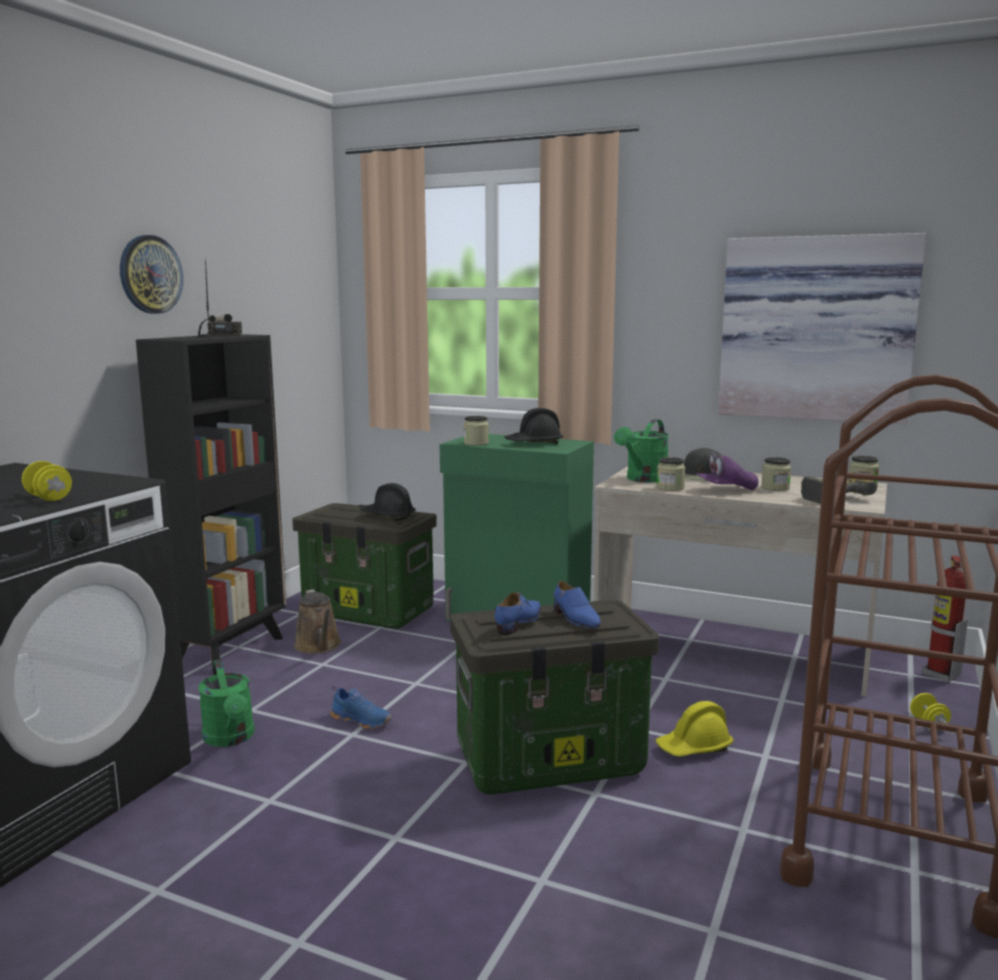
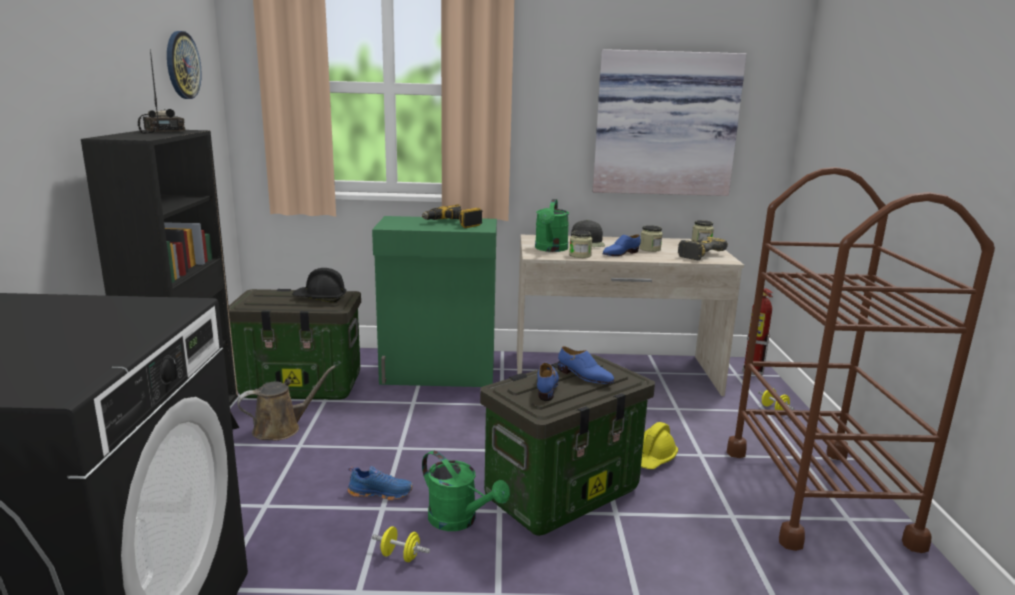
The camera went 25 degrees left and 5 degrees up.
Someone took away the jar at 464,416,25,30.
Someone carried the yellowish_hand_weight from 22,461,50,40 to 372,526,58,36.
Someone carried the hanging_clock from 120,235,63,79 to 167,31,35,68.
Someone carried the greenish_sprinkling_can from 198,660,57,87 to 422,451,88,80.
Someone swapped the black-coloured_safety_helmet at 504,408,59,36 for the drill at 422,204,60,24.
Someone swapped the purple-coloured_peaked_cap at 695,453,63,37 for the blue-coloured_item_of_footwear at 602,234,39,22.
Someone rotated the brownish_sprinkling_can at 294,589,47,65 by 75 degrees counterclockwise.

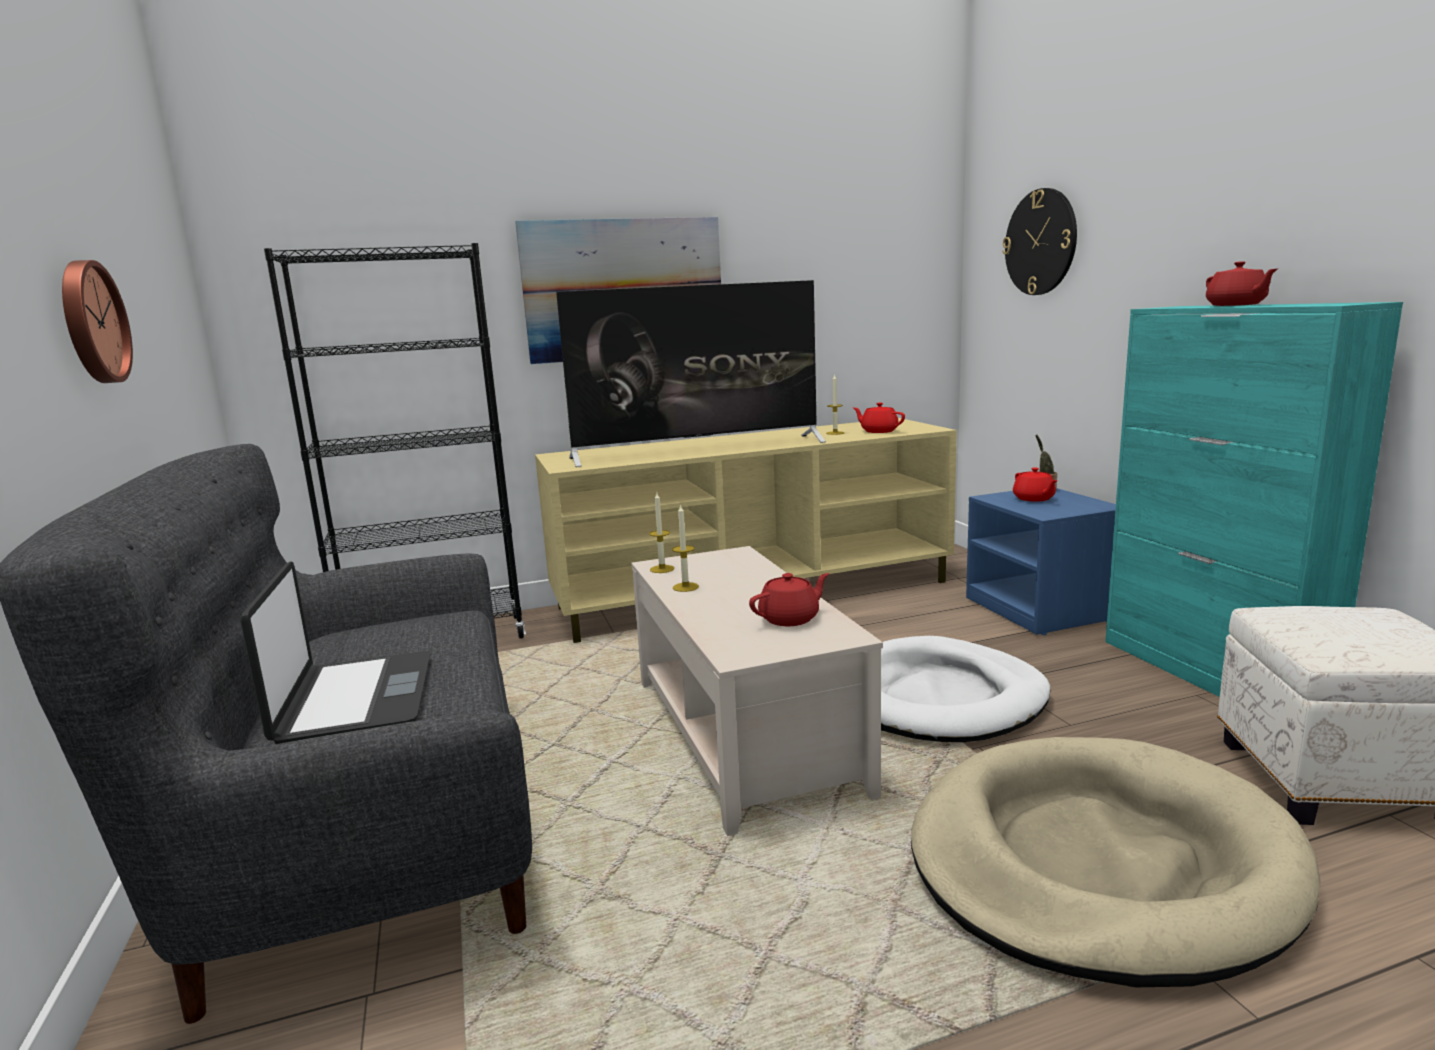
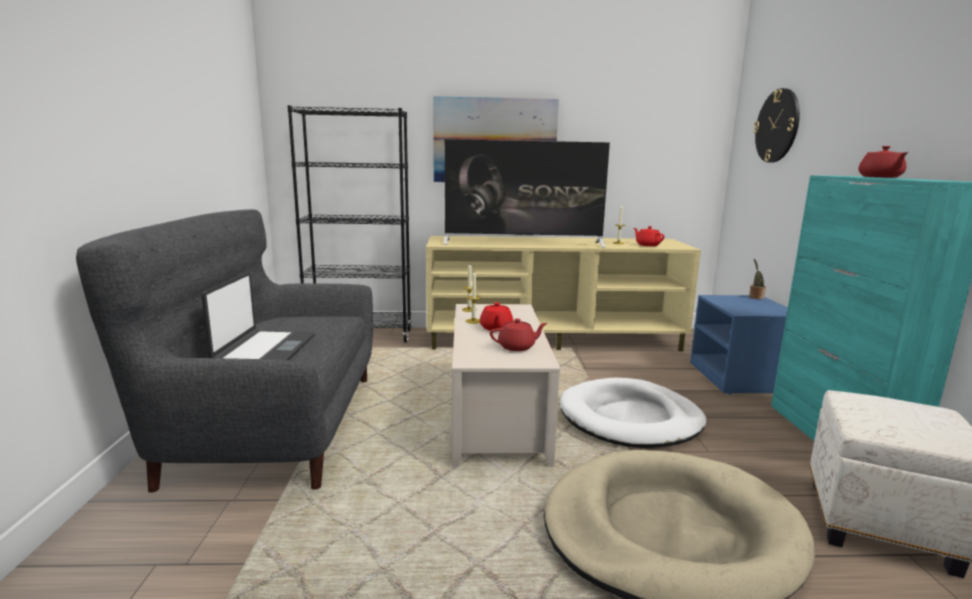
The camera went 15 degrees right and 0 degrees up.
Someone took away the hanging_clock at 62,260,71,123.
Someone carried the red_pot_for_tea from 1013,467,44,34 to 480,302,33,29.

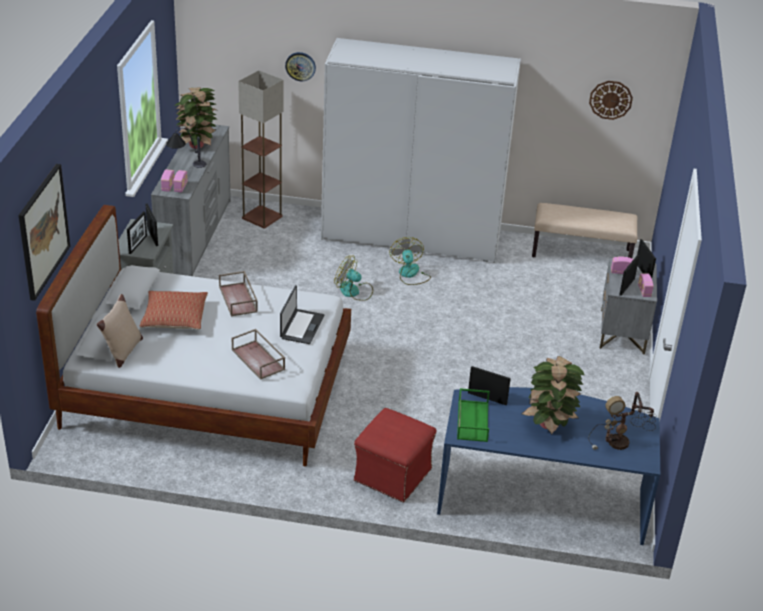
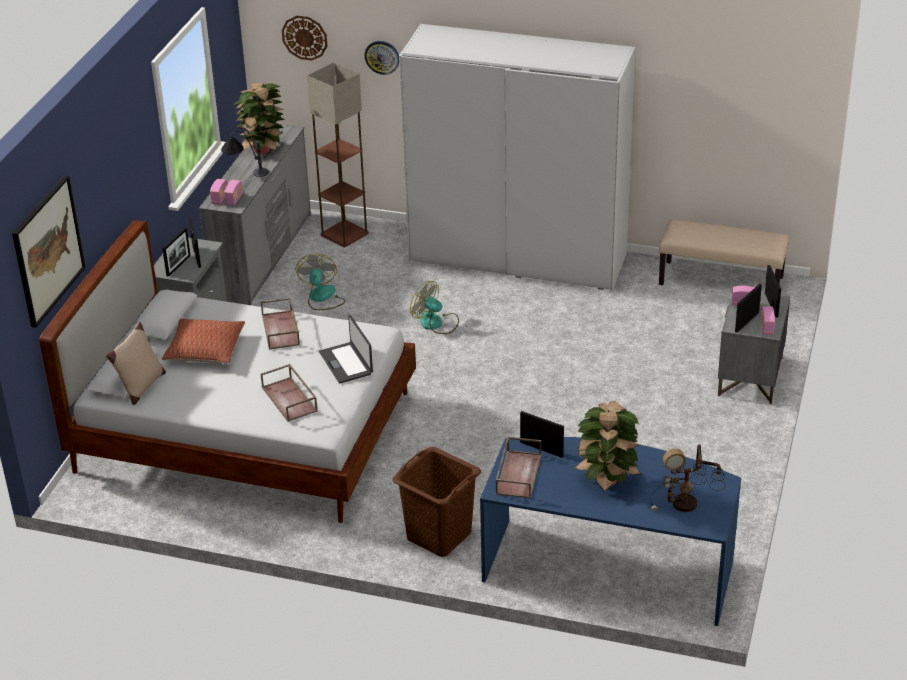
The camera went 10 degrees right and 0 degrees up.
Someone carried the cooling_fan from 389,237,42,48 to 296,253,50,57.
Someone carried the hanging_clock from 589,81,44,39 to 282,16,45,44.
Someone swapped the red_pouffe at 354,408,82,95 for the brownish_hamper at 392,447,89,110.
Someone repainted the greenish_carrying_tray at 457,388,33,54, which became the brownish_carrying_tray at 496,436,45,63.
Someone rotated the portable_computer at 280,285,44,59 by 135 degrees clockwise.

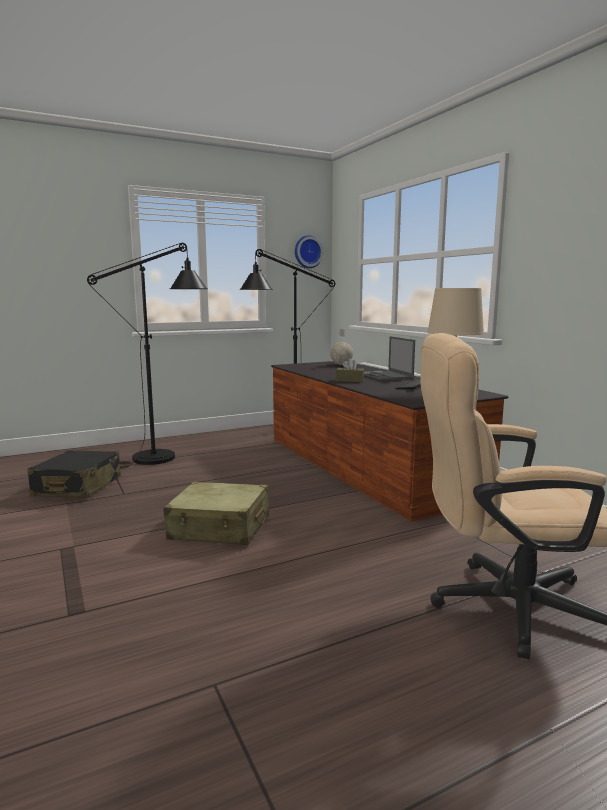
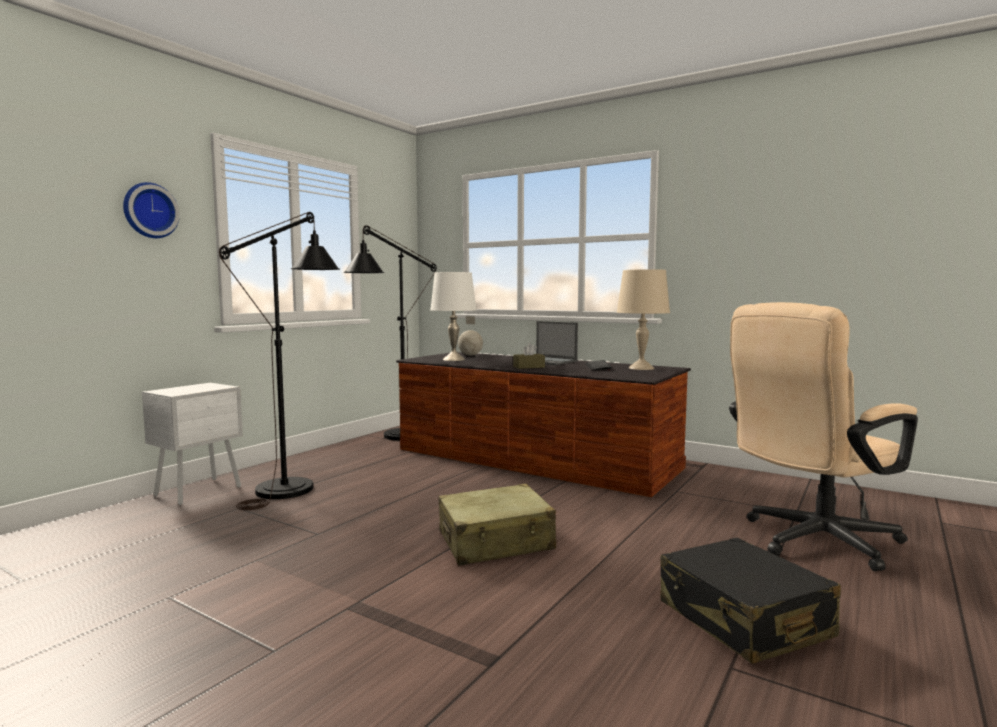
The camera went 30 degrees left and 5 degrees down.
Someone put down the white_night_table at 142,383,101,122.
Someone put down the white_lamp_for_a_table at 430,272,47,89.
Someone carried the black-coloured_travel_case from 28,450,93,48 to 660,538,181,126.
Someone carried the hanging_clock from 295,235,28,33 to 123,182,57,56.

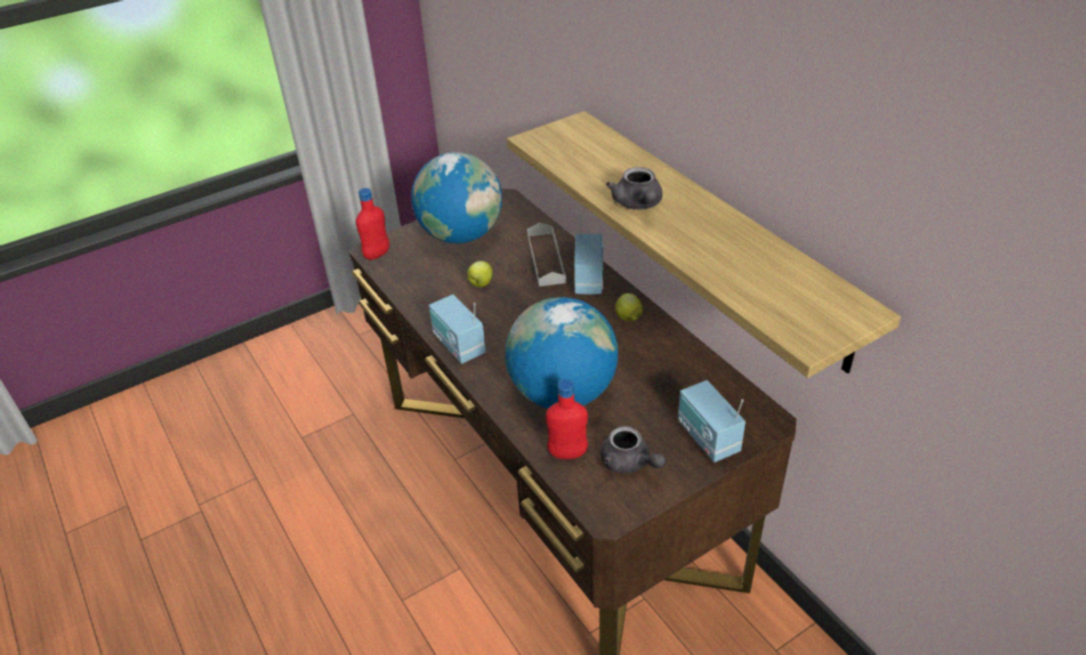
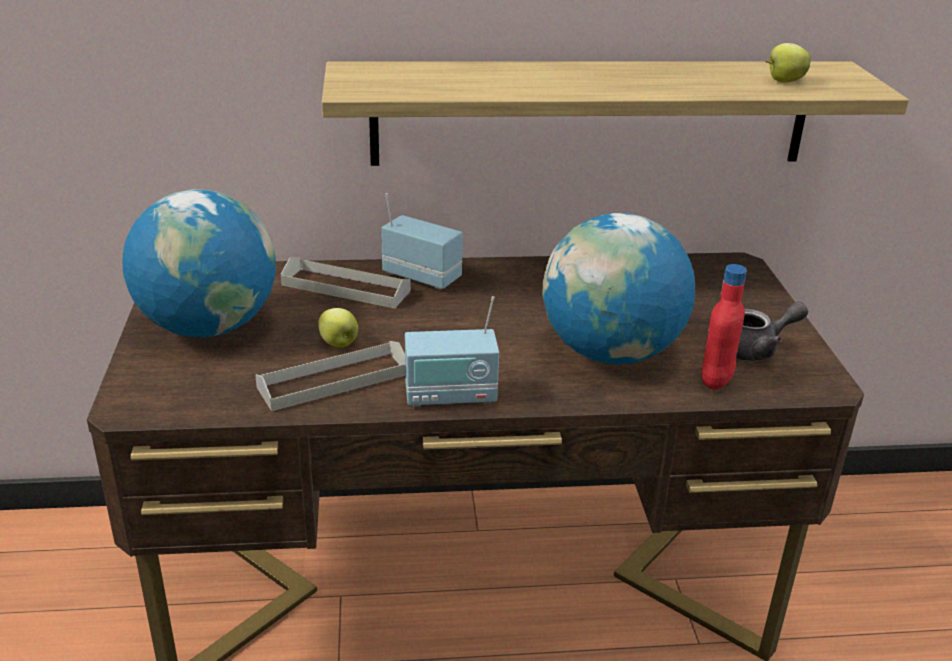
The camera went 65 degrees left and 10 degrees down.
Someone took away the red_bottle at 356,188,34,72.
Someone took away the gray_pot_for_tea at 606,167,57,43.
Someone took away the radio_receiver at 678,380,67,82.
Someone put down the gray_carrying_tray at 255,341,150,70.
Someone carried the whole_apple from 615,293,28,28 to 765,43,46,40.

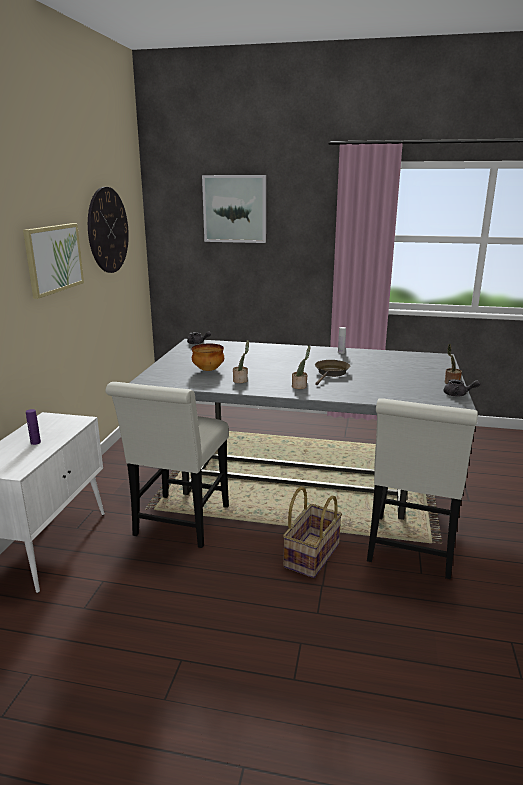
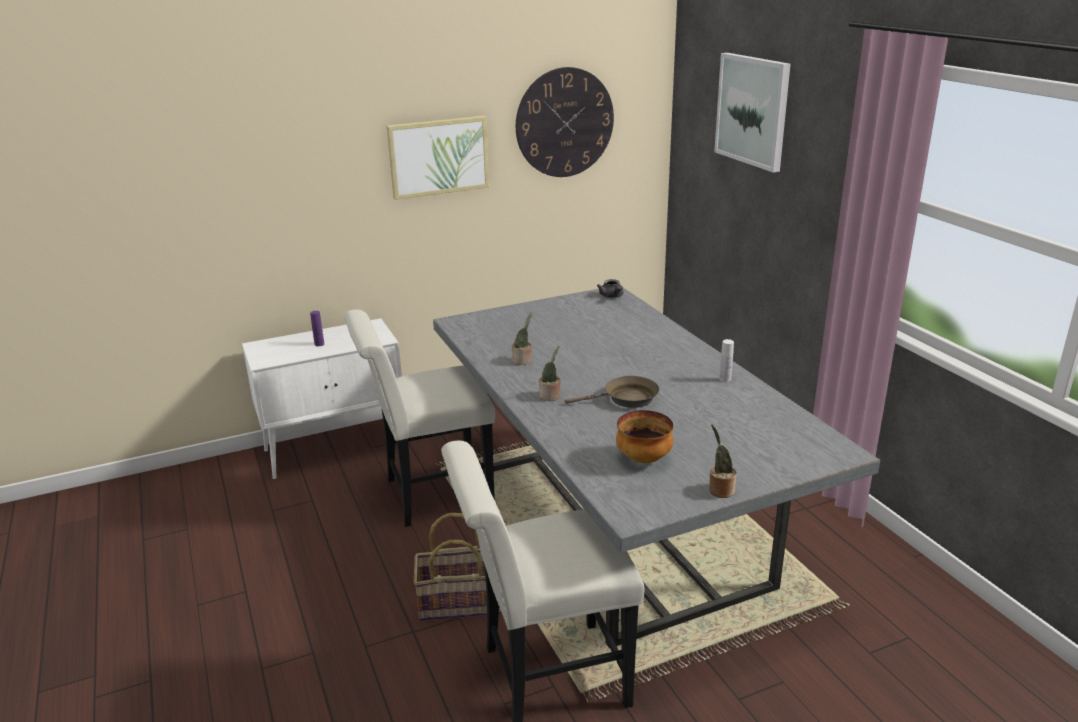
The camera went 55 degrees right and 5 degrees up.
Someone took away the gray_pot_for_tea at 444,379,37,18.
Someone carried the deep_dish from 192,343,32,28 to 616,410,58,53.

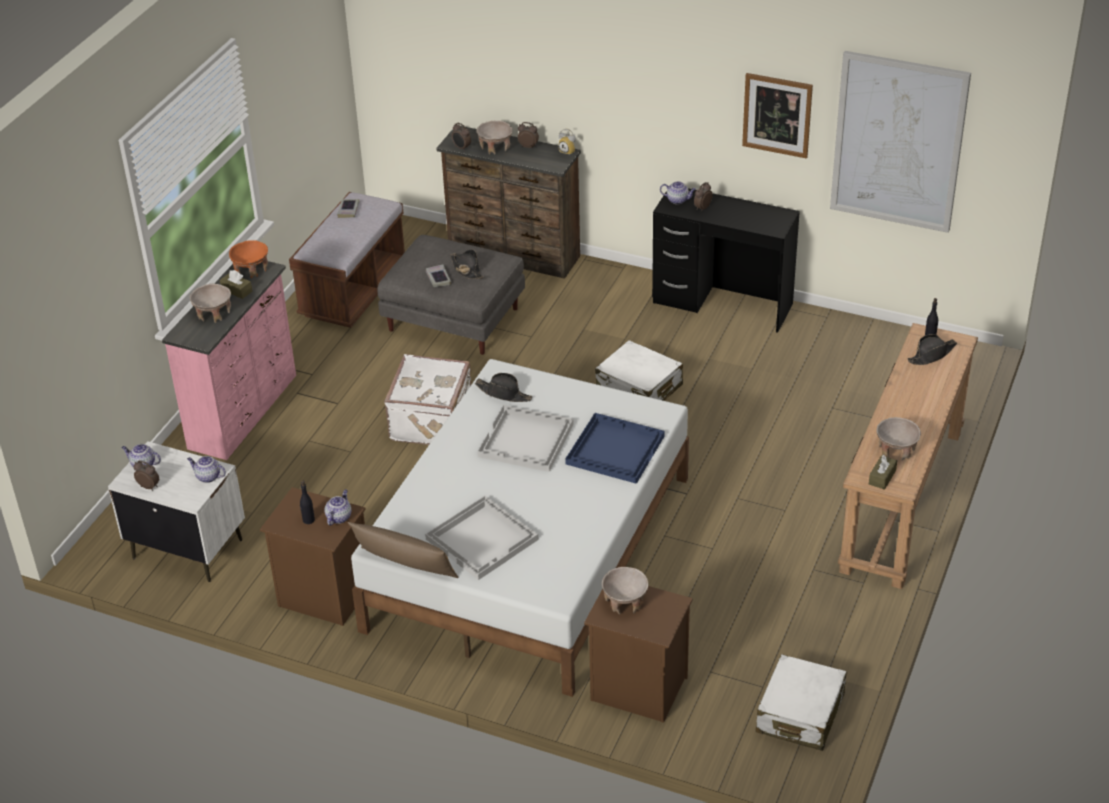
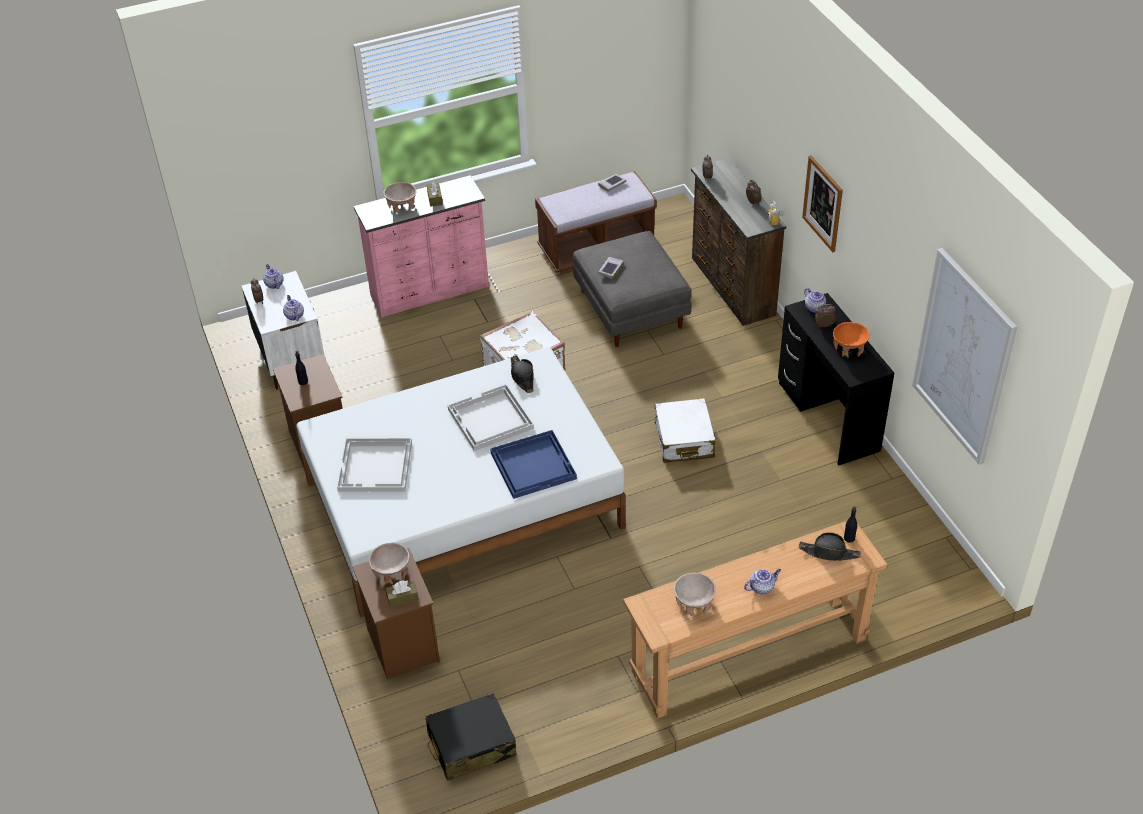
The camera went 45 degrees right and 5 degrees up.
Someone took away the brownish_cushion at 348,522,110,56.
Someone took away the black-coloured_hat at 450,249,34,30.
Someone took away the sand-coloured_deep_dish at 477,121,36,33.
Someone carried the orange-coloured_deep_dish from 229,240,39,38 to 833,322,37,36.
Someone carried the pot_for_tea from 325,489,26,36 to 744,569,37,25.
Someone carried the wall_picture from 742,73,71,85 to 802,155,41,97.
Someone carried the brownish_tissue_holder from 869,455,28,35 to 385,580,34,27.
Someone repainted the white_travel_case at 756,654,90,97, which became the black-coloured_travel_case at 426,693,91,88.

